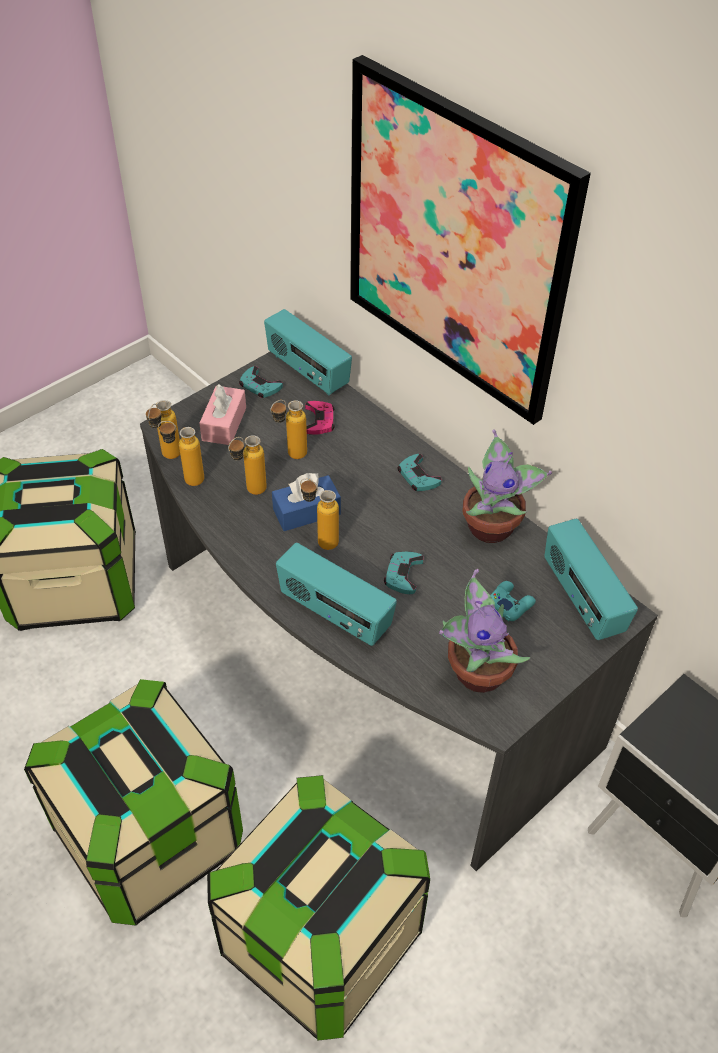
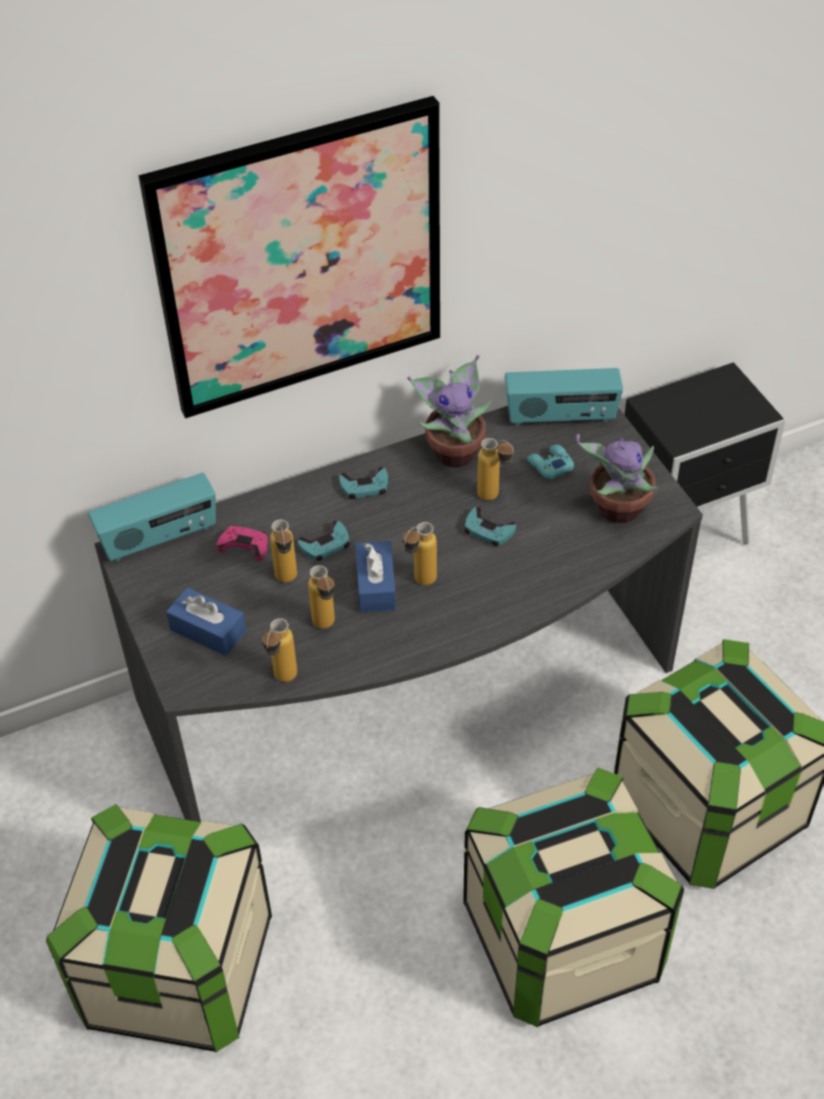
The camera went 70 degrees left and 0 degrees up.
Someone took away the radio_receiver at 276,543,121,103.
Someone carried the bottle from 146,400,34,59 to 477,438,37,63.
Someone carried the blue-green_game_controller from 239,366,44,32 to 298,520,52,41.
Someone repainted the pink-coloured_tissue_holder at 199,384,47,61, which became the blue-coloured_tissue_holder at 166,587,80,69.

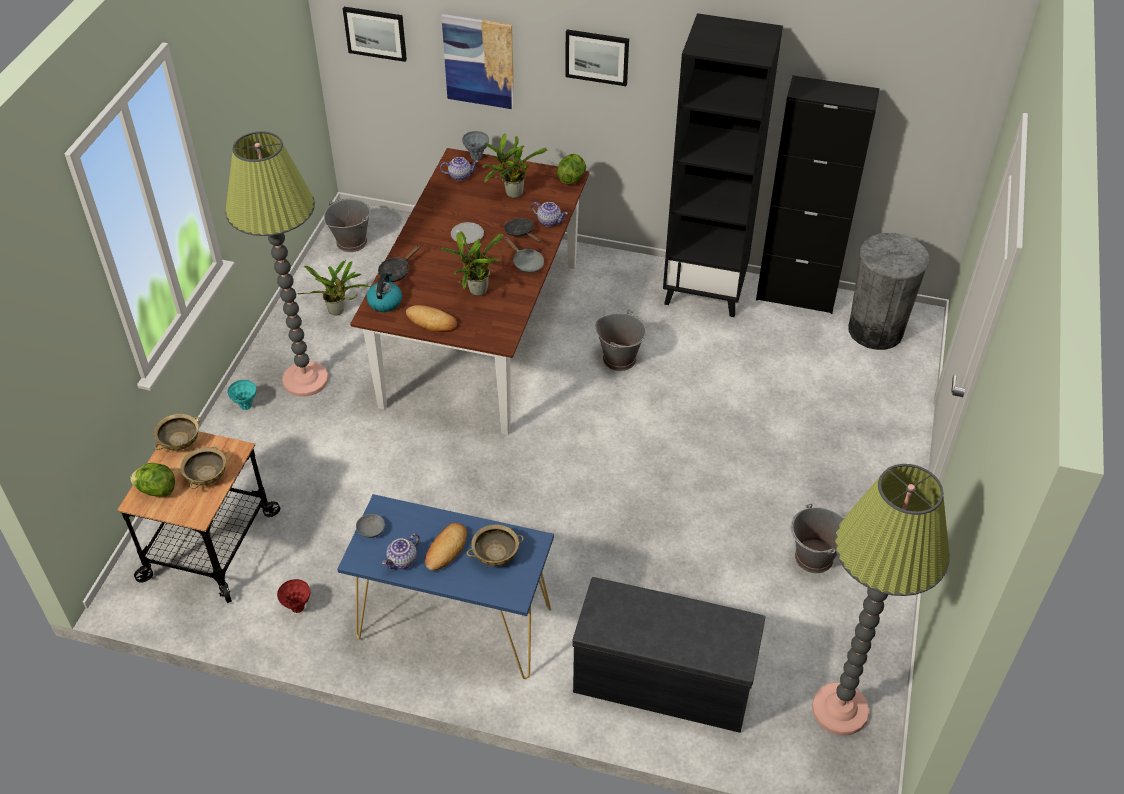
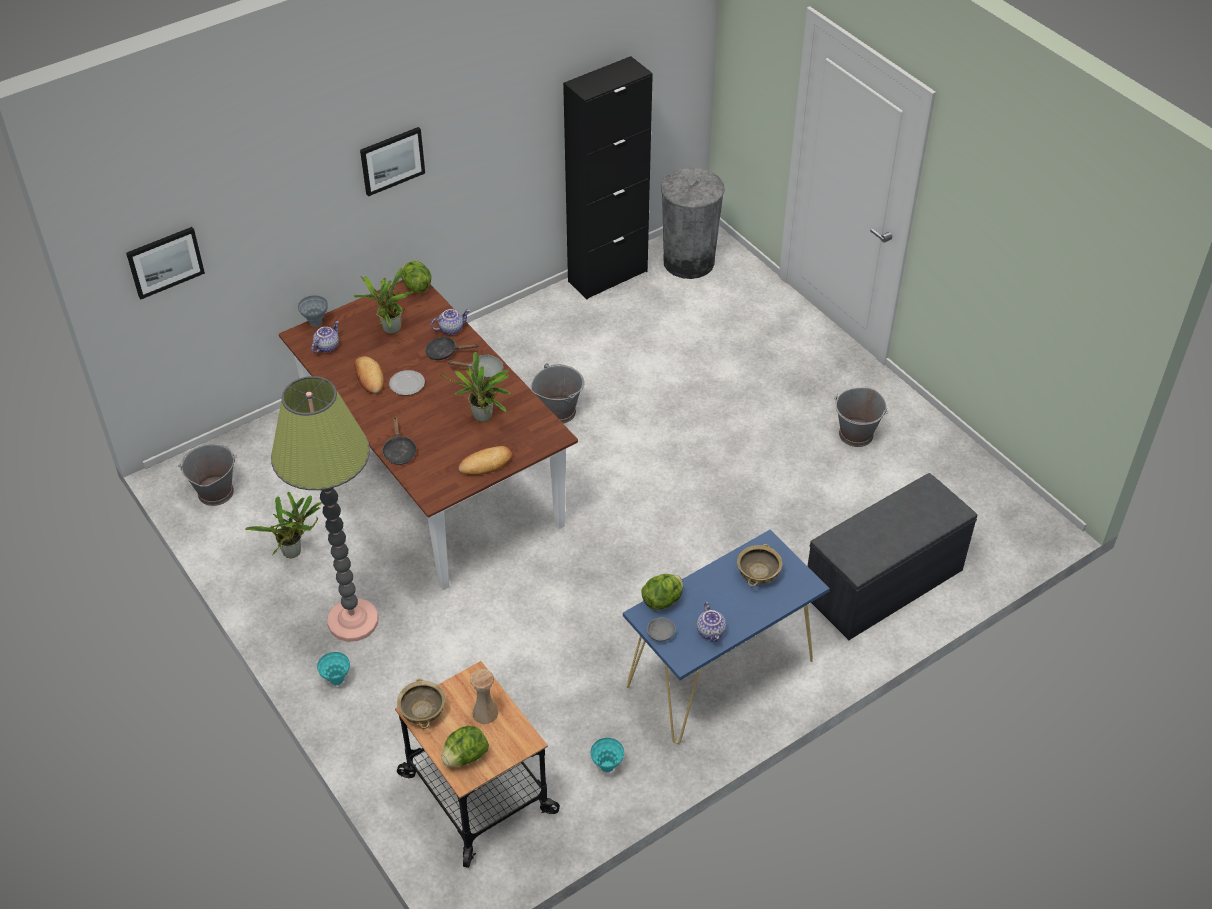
The camera went 50 degrees left and 0 degrees up.
Someone took away the tea_kettle at 366,273,36,39.
Someone took away the wall_picture at 441,14,73,95.
Someone took away the black-coloured_shelving_unit at 663,13,120,304.
Someone took away the standing_lamp at 812,464,138,271.
Someone put down the lettuce at 642,574,41,36.
Someone carried the baked_bread from 425,523,42,48 to 354,356,30,38.
Someone swapped the sand-coloured_deep_dish at 180,446,46,43 for the sand-coloured_decorative_vase at 470,669,28,55.
Someone repainted the red_decorative_vase at 277,579,33,34, which became the blue-green_decorative_vase at 591,738,33,34.

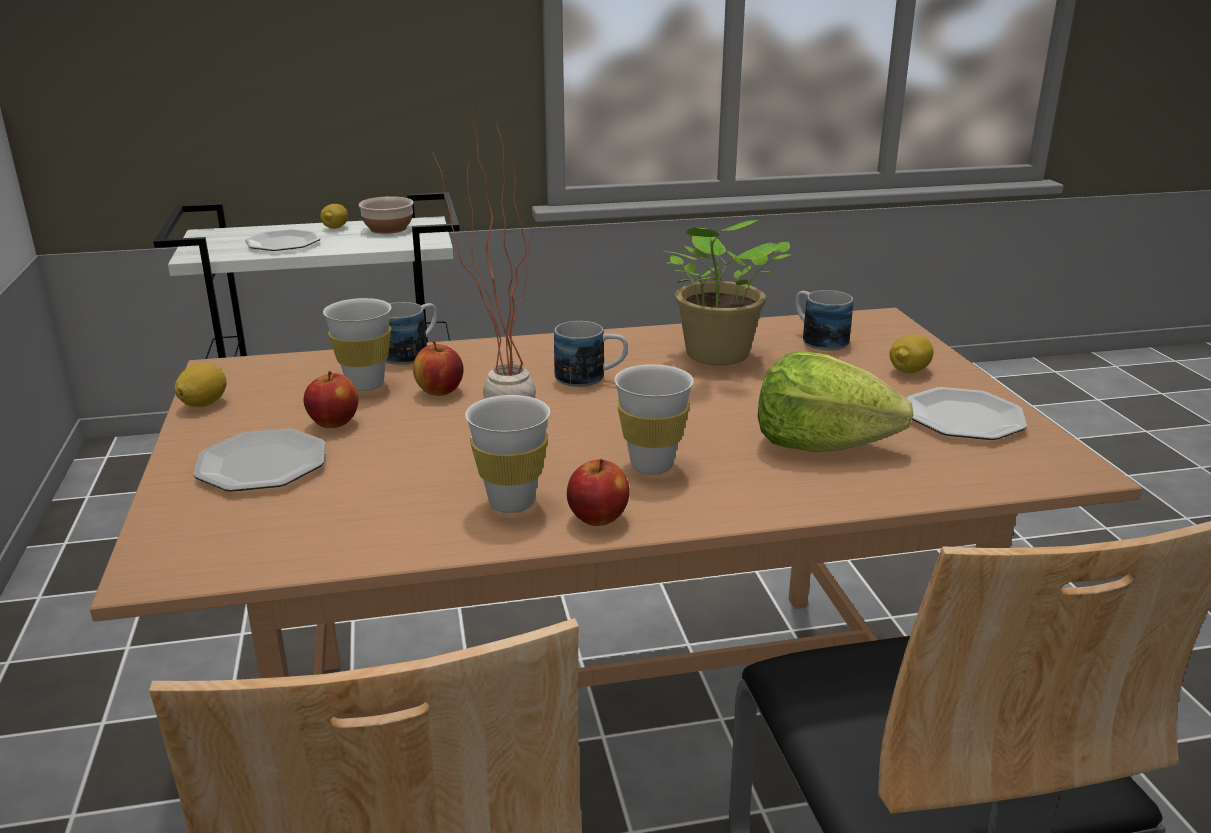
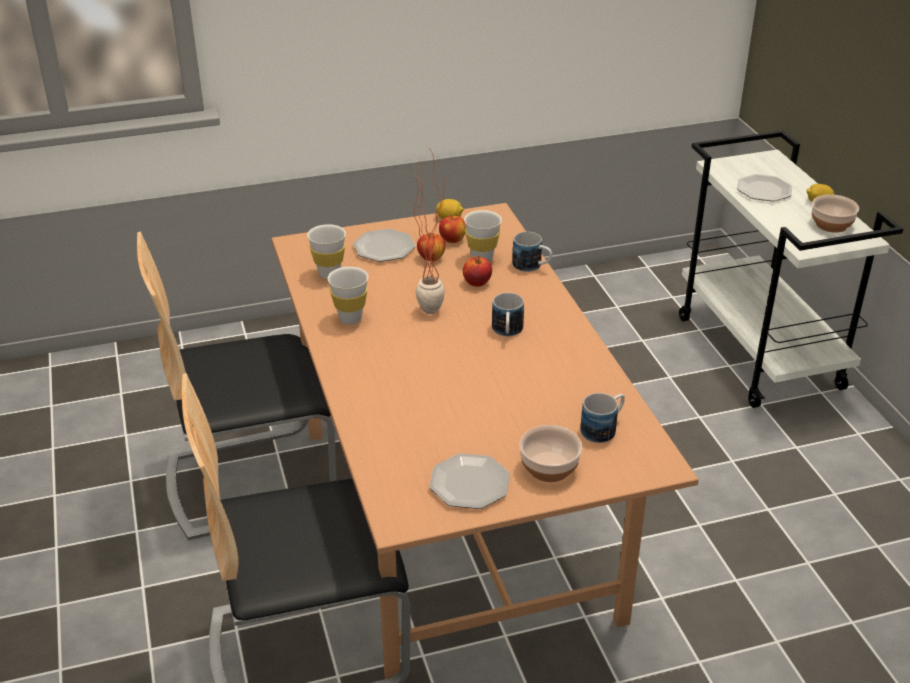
The camera went 85 degrees right and 10 degrees up.
Someone took away the potted_plant at 665,220,127,145.
Someone took away the lettuce at 758,351,155,101.
Someone carried the whole_apple from 567,459,63,67 to 439,215,27,28.
Someone carried the white_drinking_cup from 614,364,80,111 to 307,224,39,55.
Someone swapped the citrus_fruit at 889,335,44,38 for the deep_dish at 519,425,63,57.

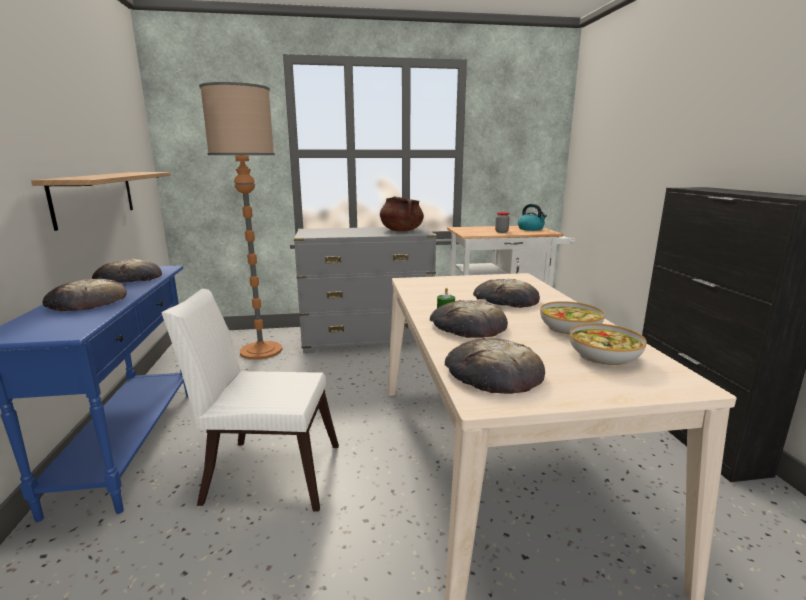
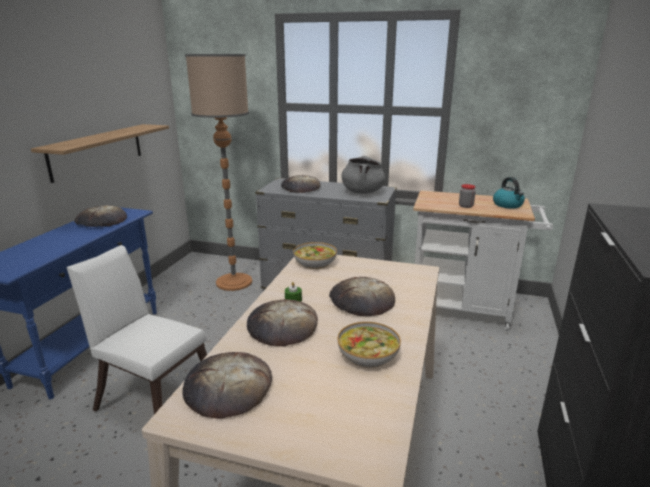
The camera went 25 degrees right and 5 degrees up.
Someone carried the baked_bread from 42,279,85,32 to 281,175,40,18.
Someone carried the deep_dish from 569,323,78,44 to 293,242,44,27.
Someone repainted the brownish_saucepot at 380,196,44,35, which became the gray_saucepot at 342,156,43,38.

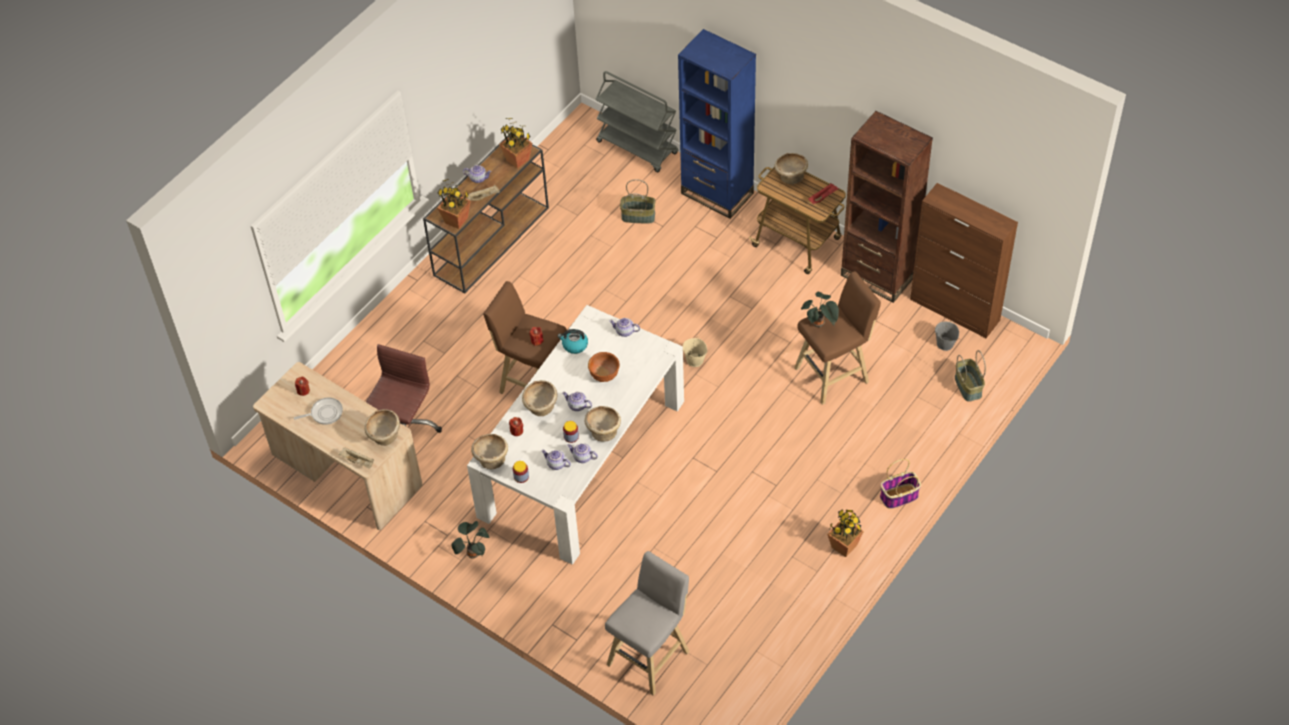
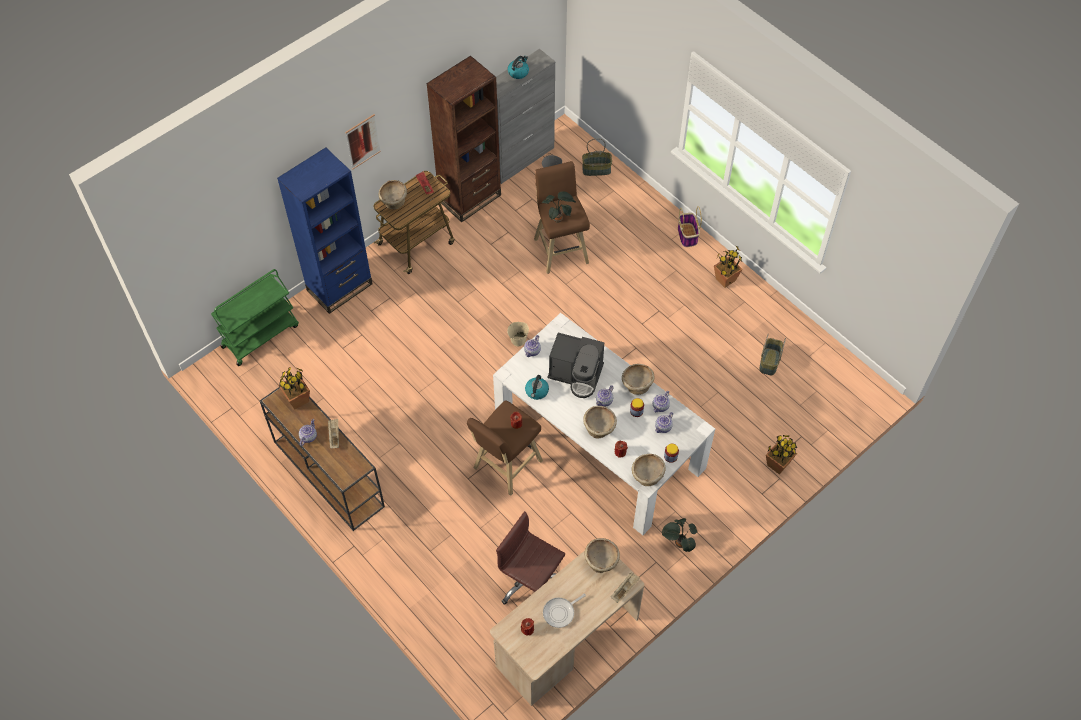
The camera went 80 degrees left and 5 degrees up.
Someone took away the gray_stool at 605,551,84,145.
Someone put up the wall_picture at 345,114,36,55.
Someone put down the tea_kettle at 508,56,21,23.
Someone carried the potted_plant from 437,179,33,50 to 766,435,31,39.
Someone carried the household_basket from 620,179,35,45 to 759,334,27,41.
Someone swapped the brownish_deep_dish at 588,352,32,30 for the coffee_machine at 547,333,57,65.
Someone repainted the gray_trolley at 595,71,83,101, which became the greenish_trolley at 211,269,88,97.
Someone repainted the brownish_cupboard at 910,183,108,155, which became the gray_cupboard at 496,49,59,135.
Someone rotated the pan at 294,398,49,27 by 120 degrees counterclockwise.

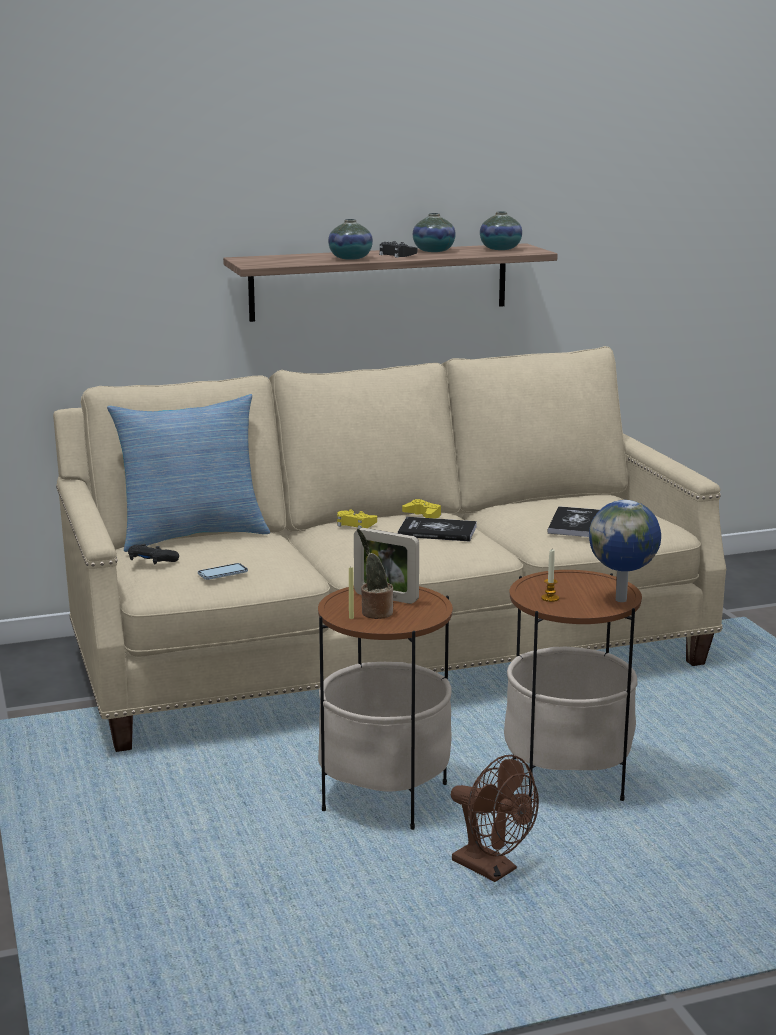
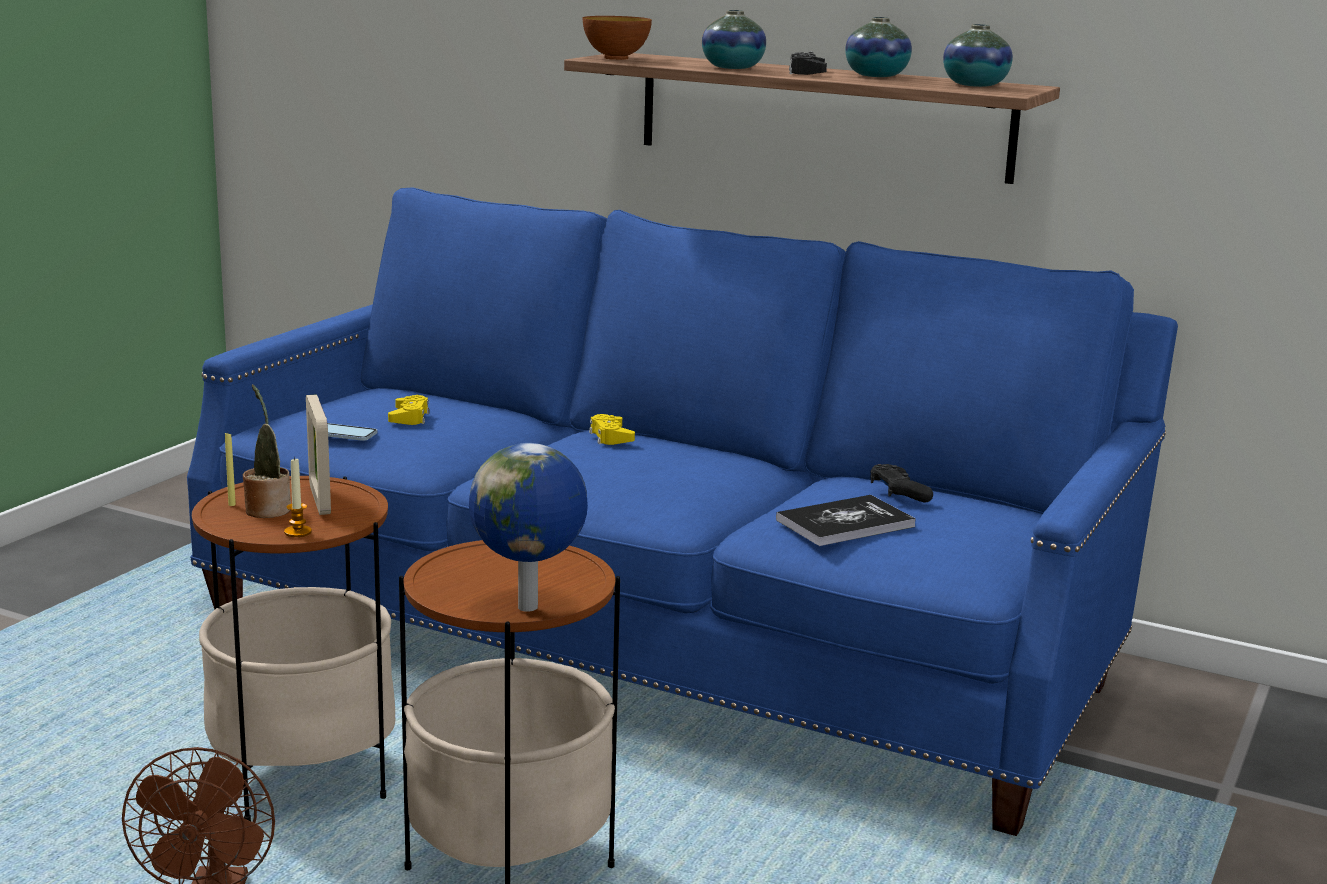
The camera went 45 degrees right and 0 degrees up.
Someone took away the cushion at 107,394,163,158.
Someone took away the volume at 398,517,79,25.
Someone put down the deep_dish at 583,16,69,44.
Someone carried the black-coloured_game_controller from 128,544,51,21 to 870,464,63,39.
Someone carried the yellowish_game_controller from 402,499,39,19 to 388,395,42,30.
Someone carried the wax_light from 541,549,18,53 to 284,457,28,80.
Someone repainted the sand-coloured_couch at 53,346,673,406, which became the blue-coloured_couch at 187,187,991,649.

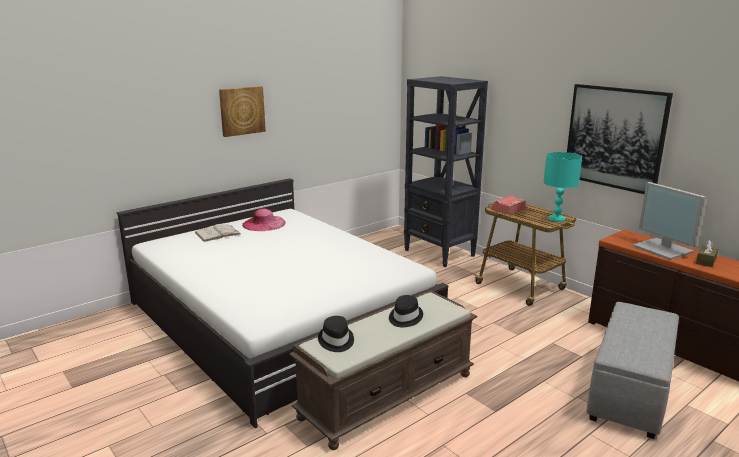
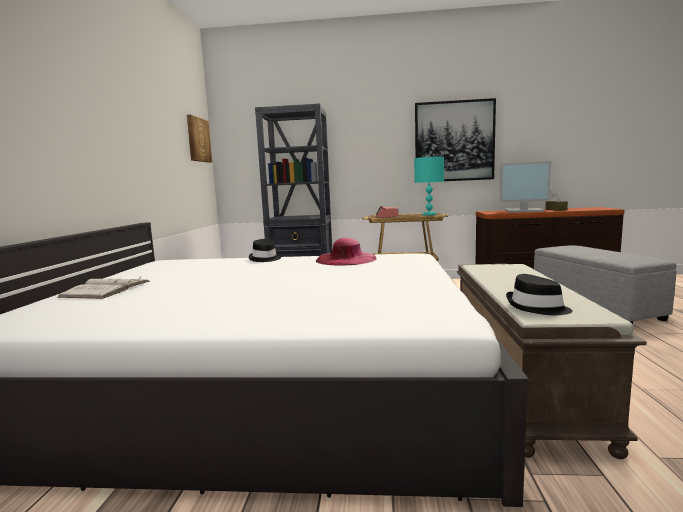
The camera went 45 degrees left and 10 degrees down.
Someone carried the wall_picture from 219,86,47,51 to 187,115,25,48.
Someone carried the pink-coloured_hat from 242,209,44,22 to 316,238,60,28.
Someone carried the black-coloured_hat from 389,295,34,32 to 249,239,32,23.

